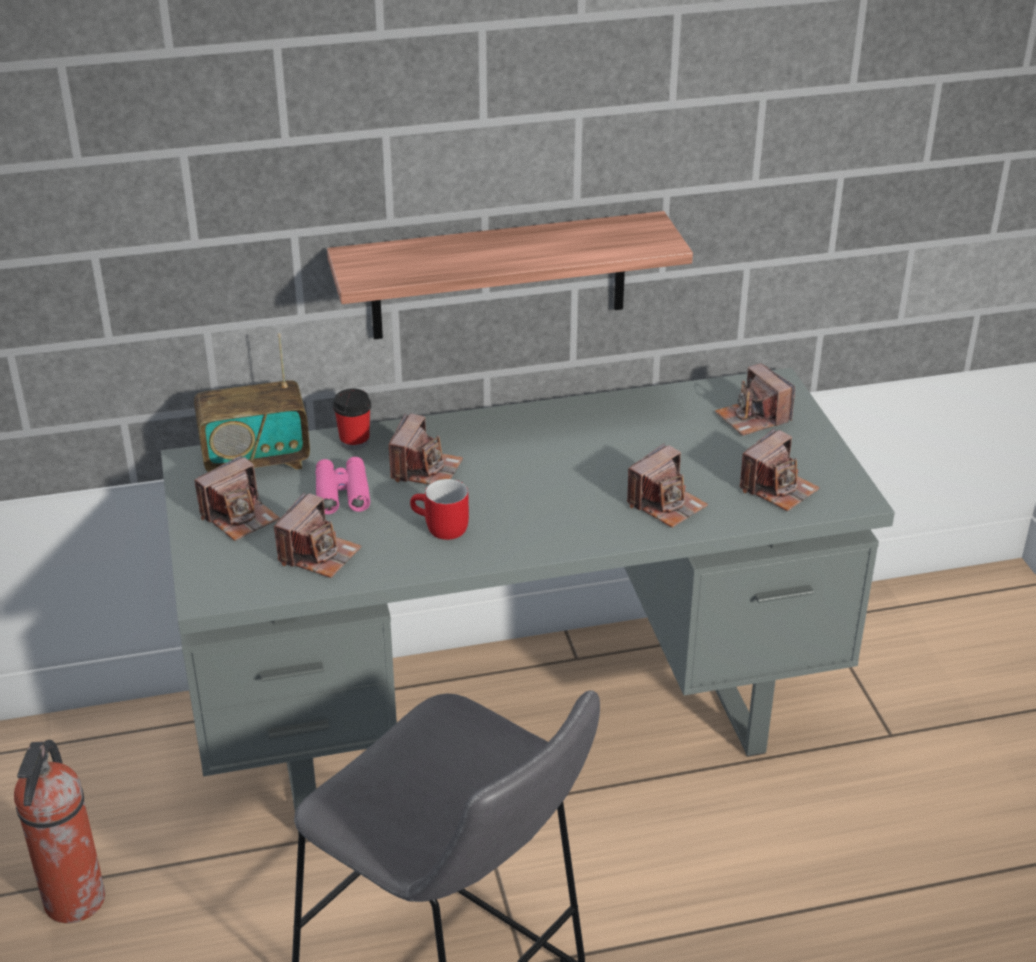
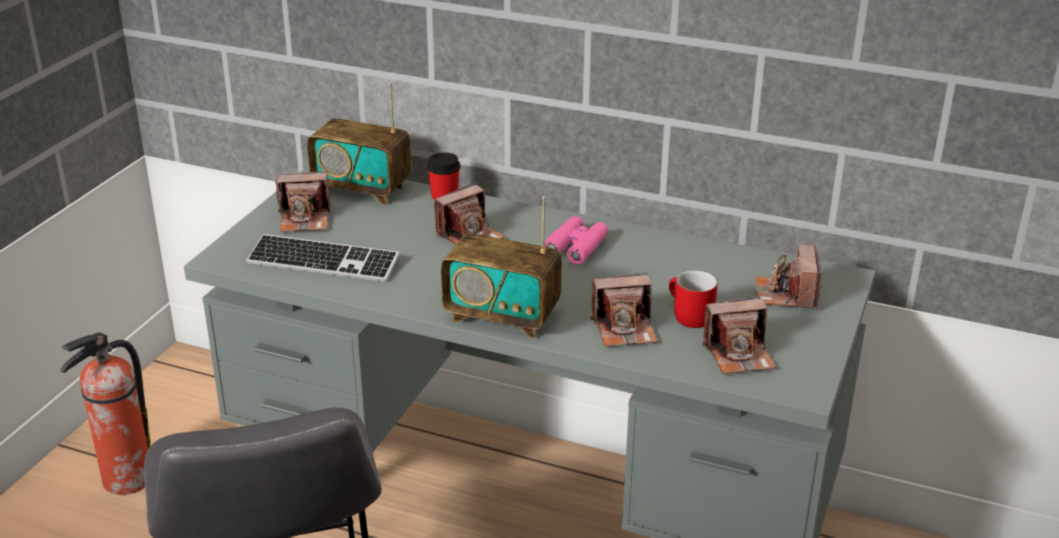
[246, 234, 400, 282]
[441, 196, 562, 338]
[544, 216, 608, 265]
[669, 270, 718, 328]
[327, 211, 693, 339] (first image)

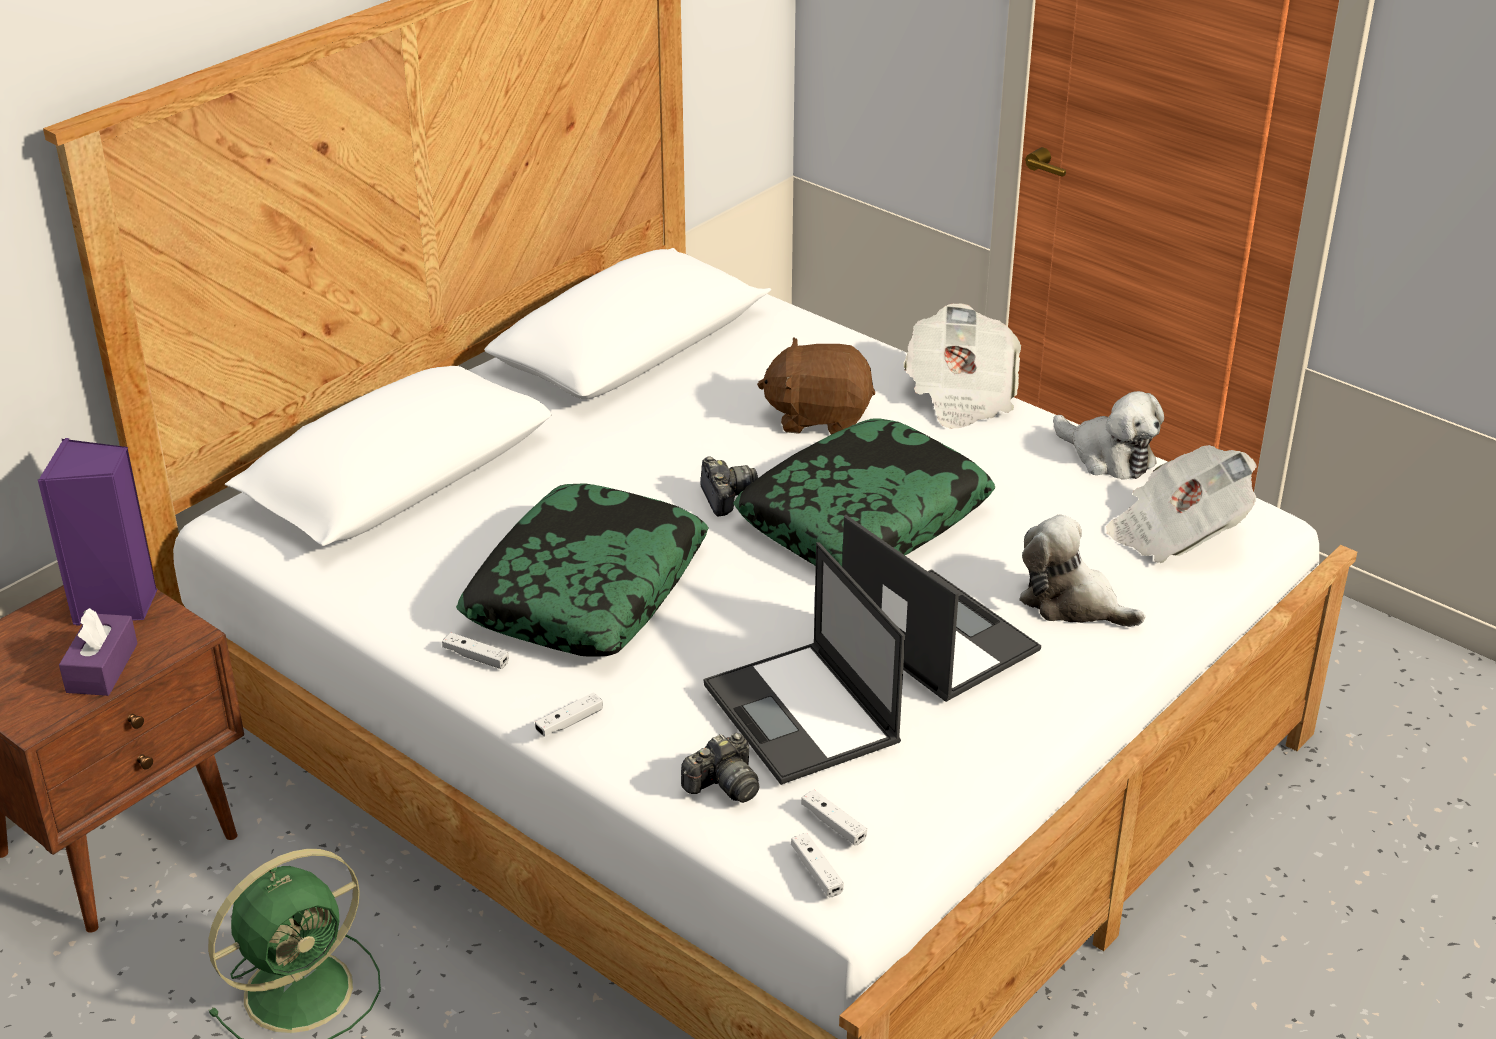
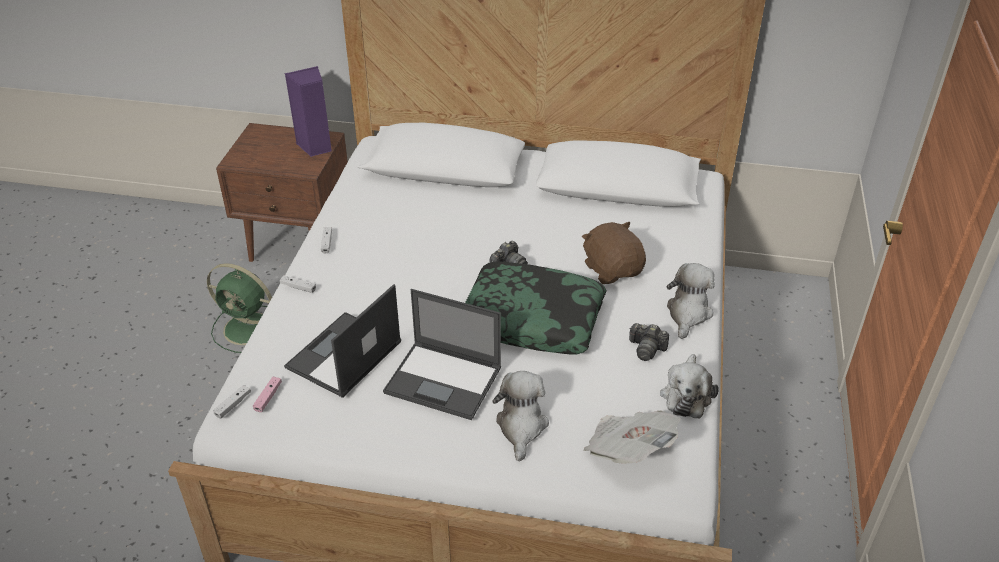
[253, 377, 282, 412]
[383, 289, 501, 420]
[629, 323, 669, 361]
[667, 263, 715, 339]
[59, 608, 138, 696] (first image)
[456, 483, 709, 657] (first image)

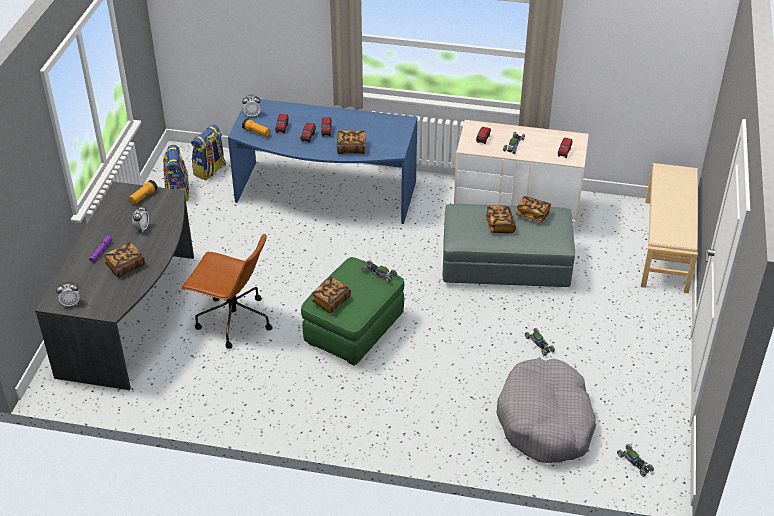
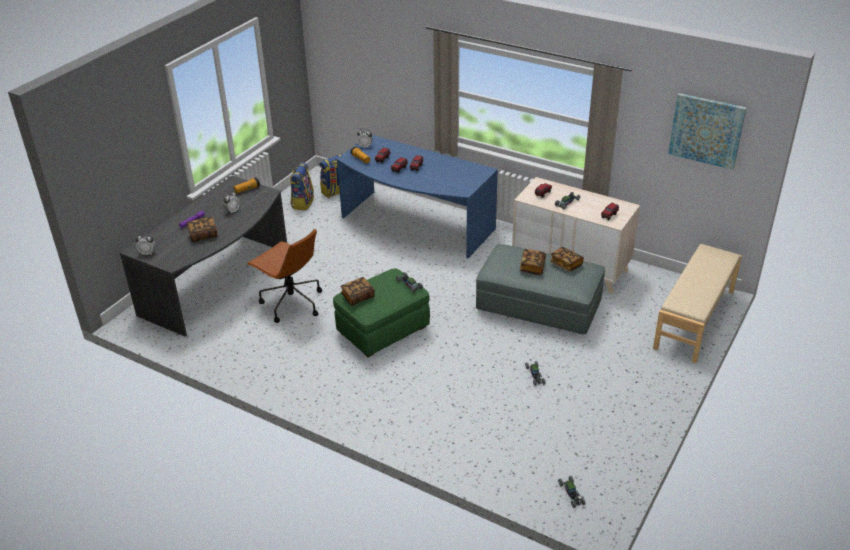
[668, 93, 746, 170]
[337, 130, 366, 154] (first image)
[497, 358, 596, 463] (first image)

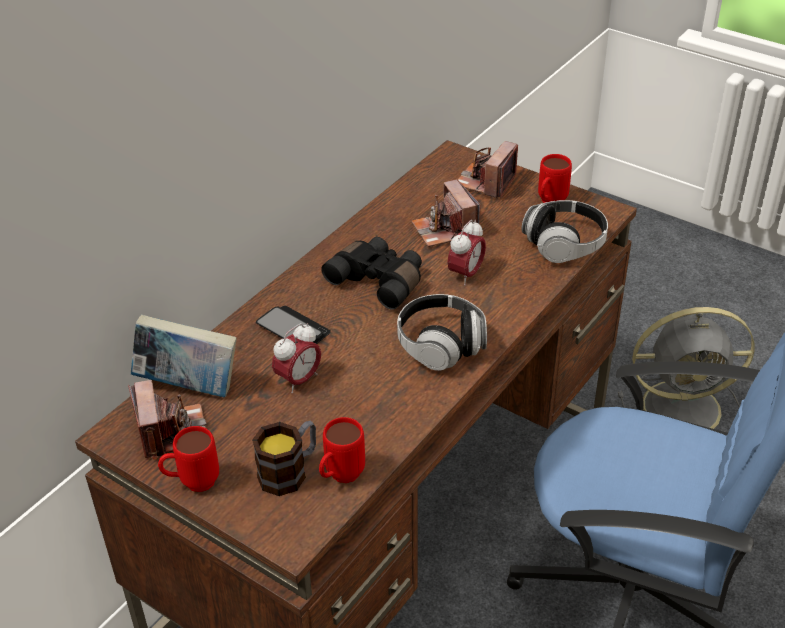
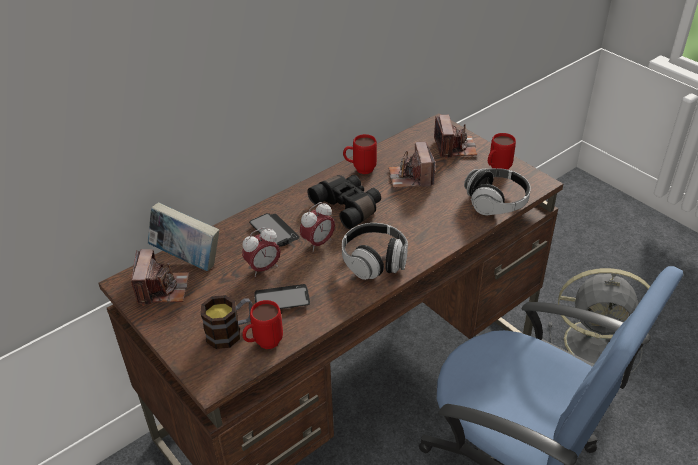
[254, 284, 310, 309]
[300, 202, 335, 252]
[343, 134, 377, 174]
[434, 115, 477, 159]

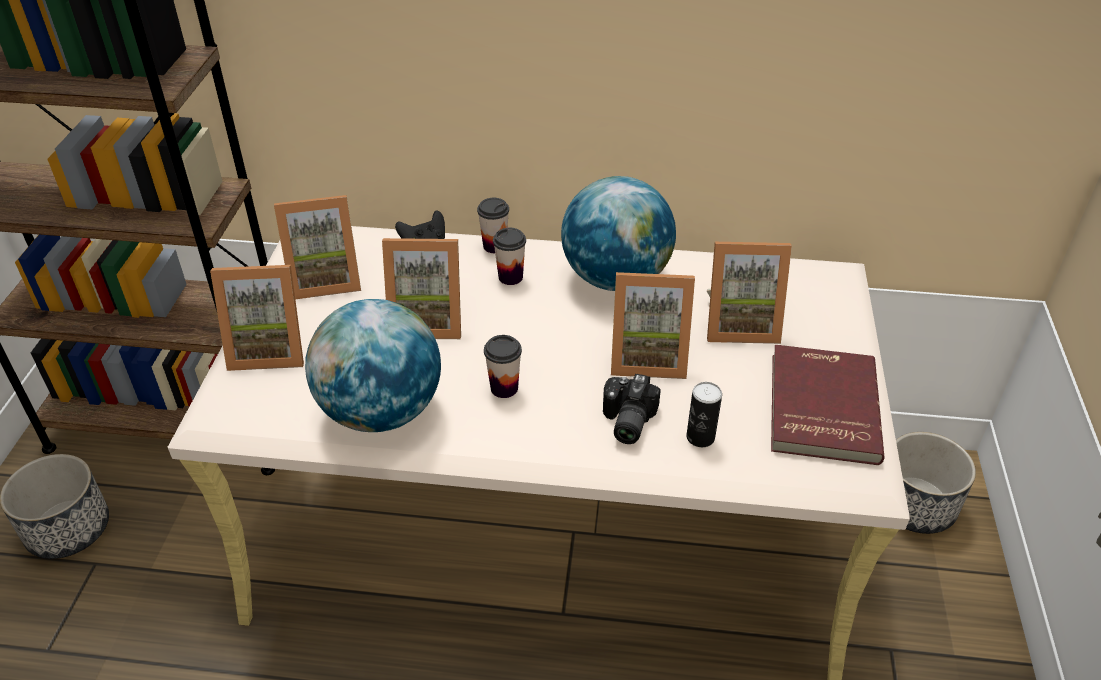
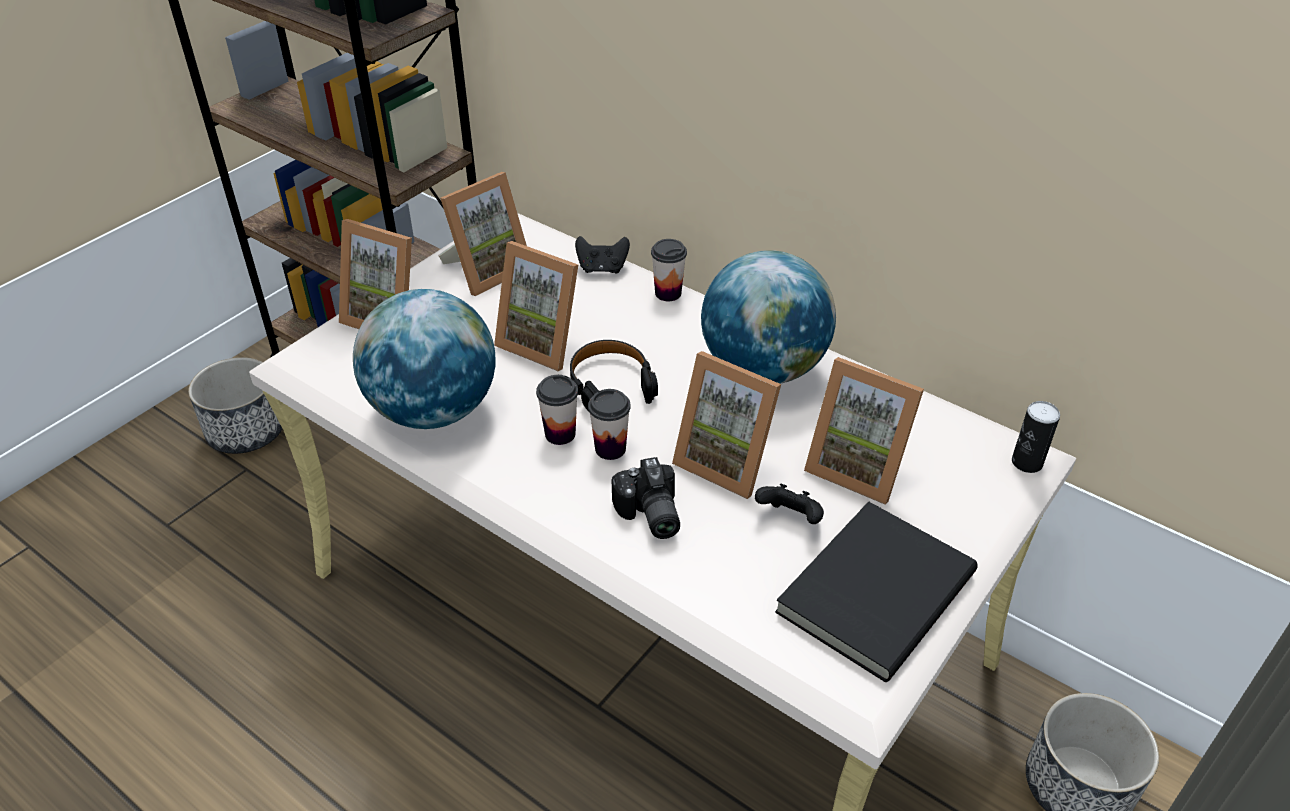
[438, 172, 527, 296]
[570, 340, 658, 412]
[588, 389, 631, 460]
[612, 457, 680, 539]
[755, 484, 824, 524]
[775, 501, 978, 682]
[1012, 401, 1060, 473]

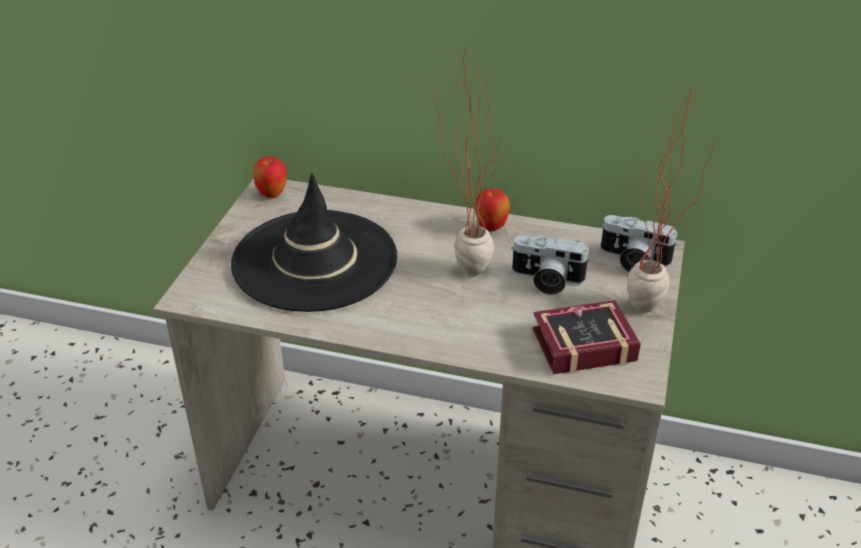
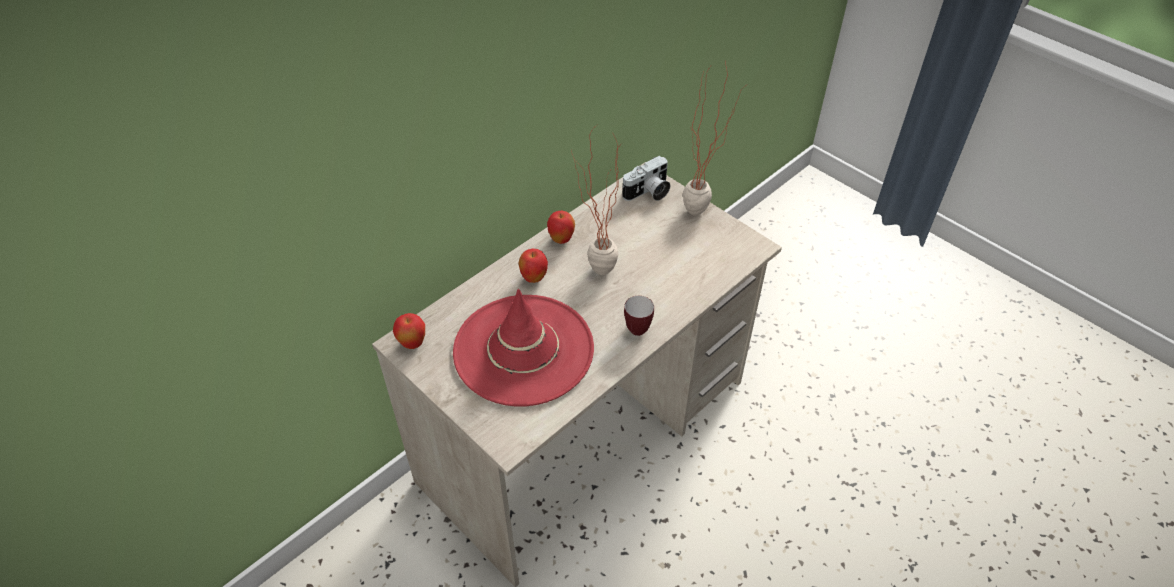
[453, 289, 594, 407]
[518, 248, 548, 283]
[624, 296, 654, 336]
[511, 235, 590, 295] (first image)
[532, 300, 641, 374] (first image)

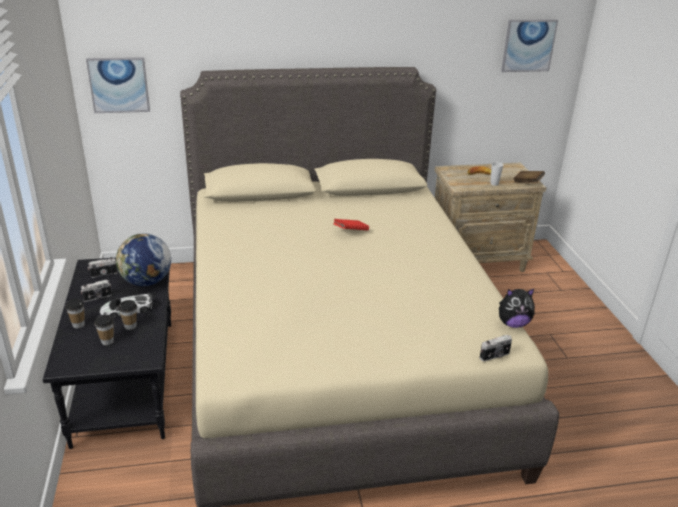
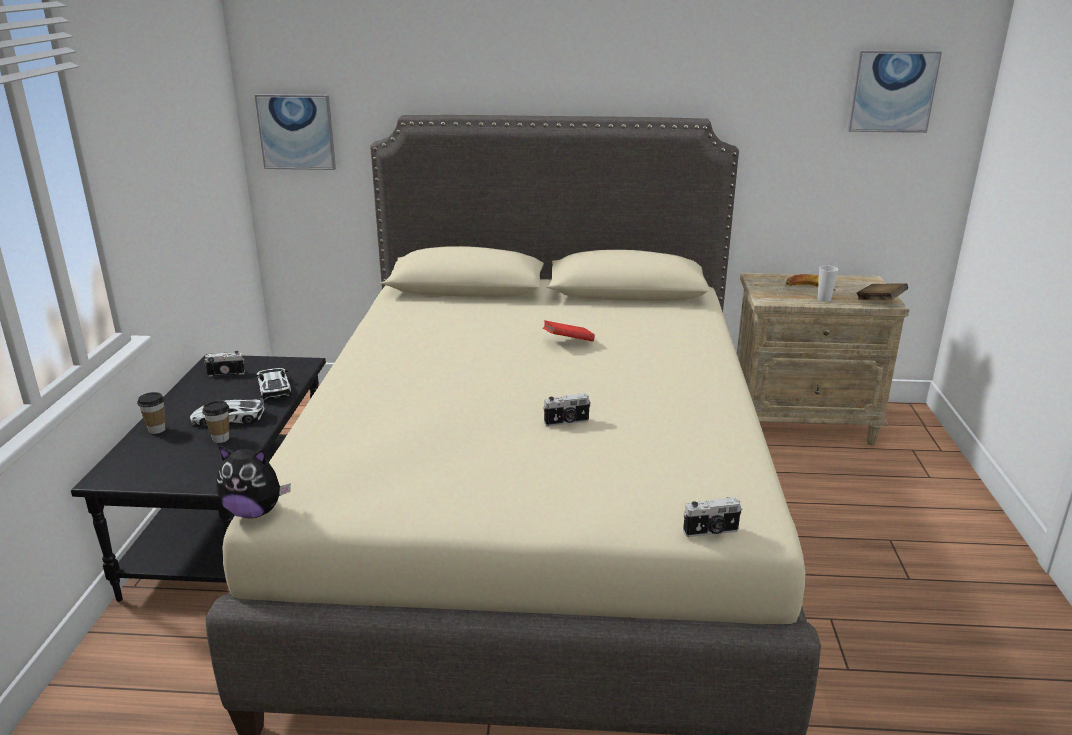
[217, 446, 291, 518]
[255, 368, 291, 400]
[543, 393, 591, 426]
[94, 315, 114, 345] (first image)

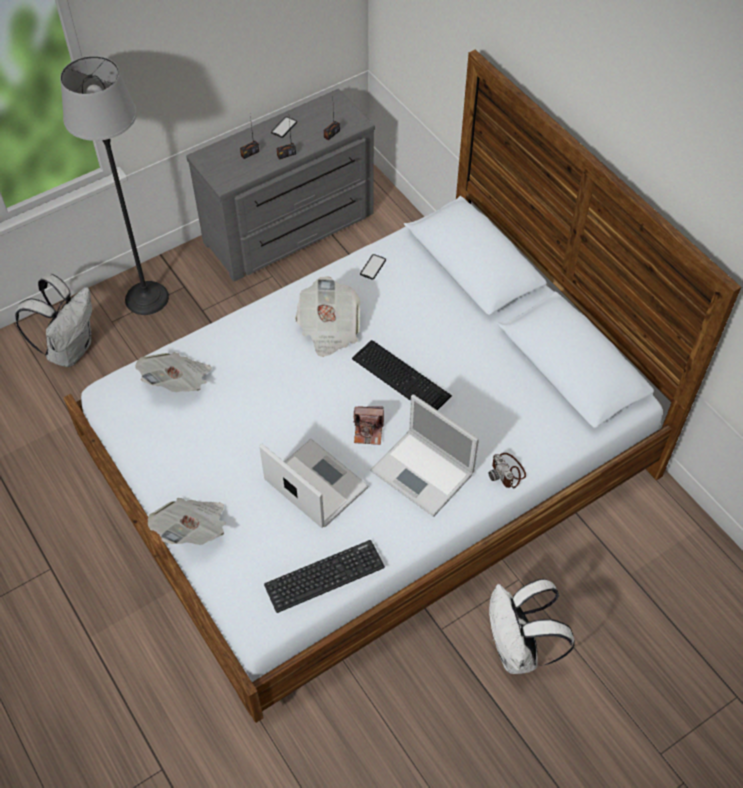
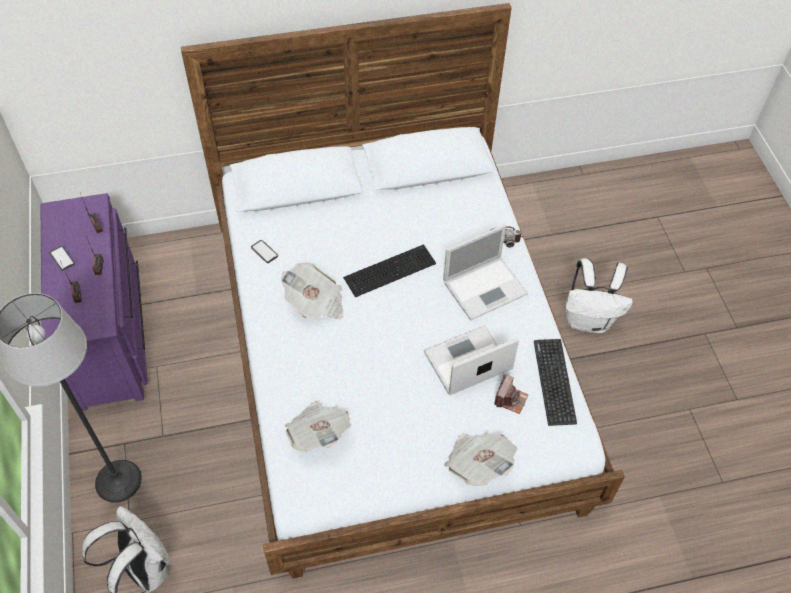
[41, 193, 148, 411]
[494, 374, 529, 414]

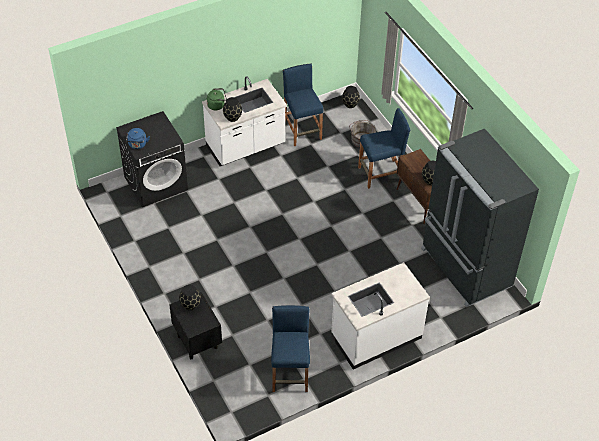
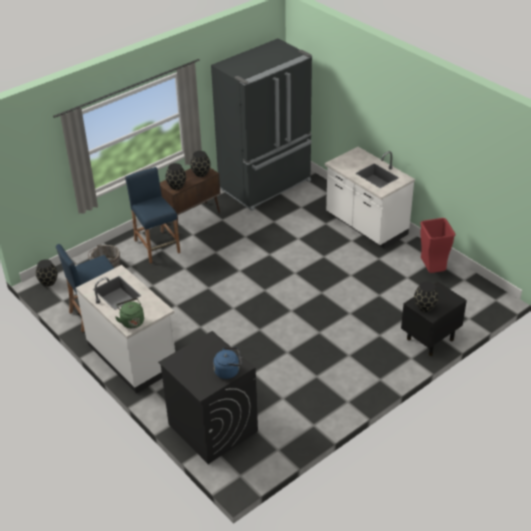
[166, 163, 186, 190]
[420, 218, 455, 273]

